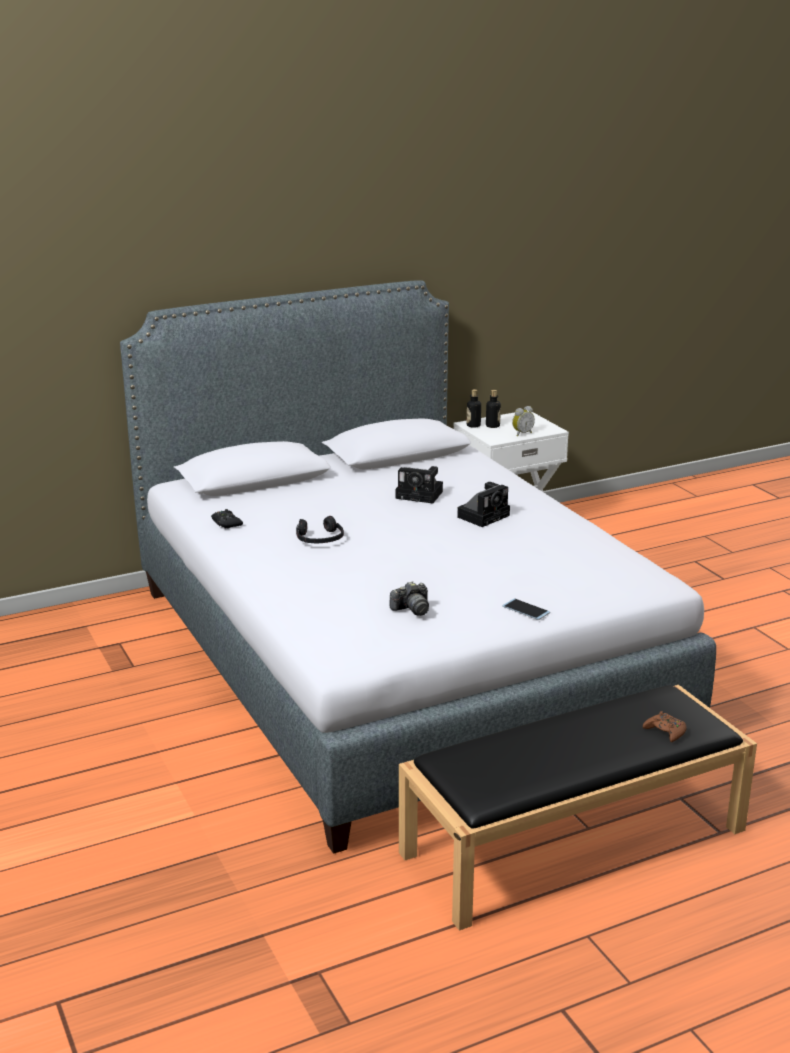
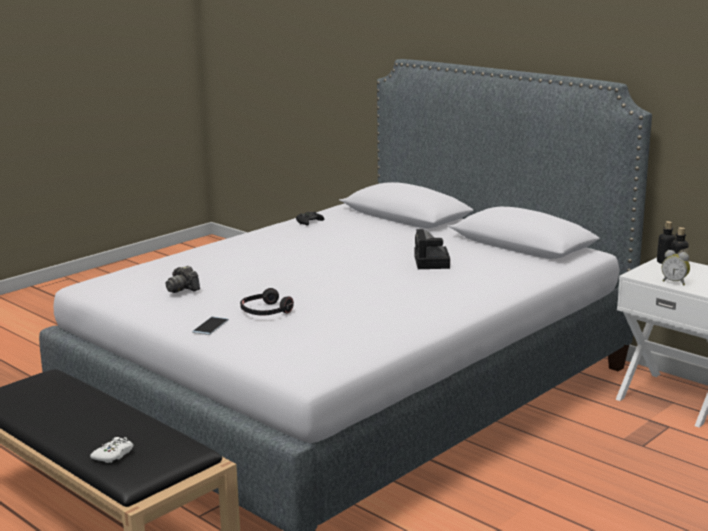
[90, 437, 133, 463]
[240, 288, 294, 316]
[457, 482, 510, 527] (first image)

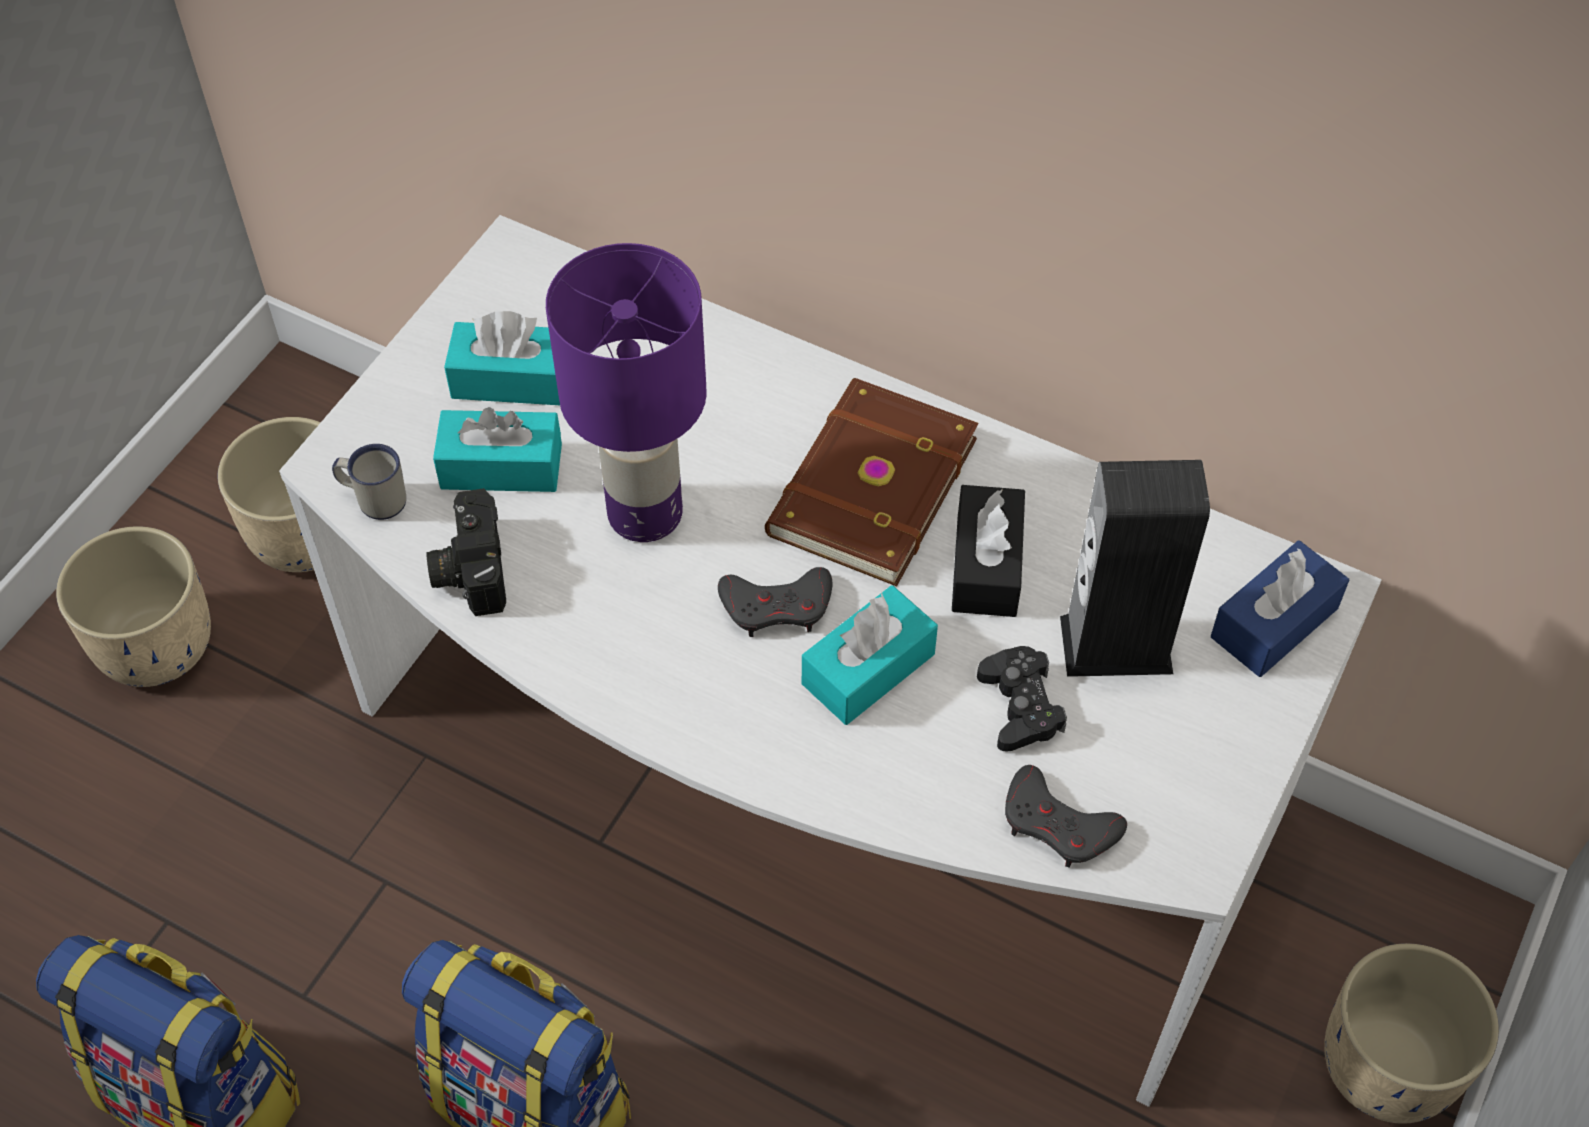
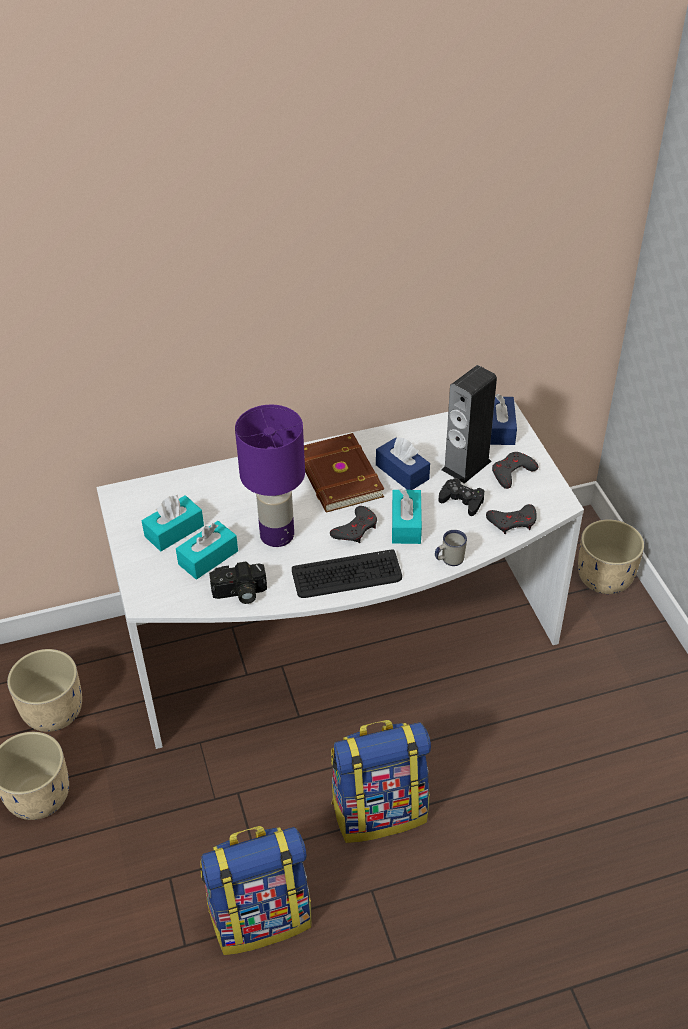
[209, 562, 267, 604]
[292, 549, 402, 598]
[376, 437, 430, 490]
[435, 530, 467, 566]
[492, 452, 538, 489]

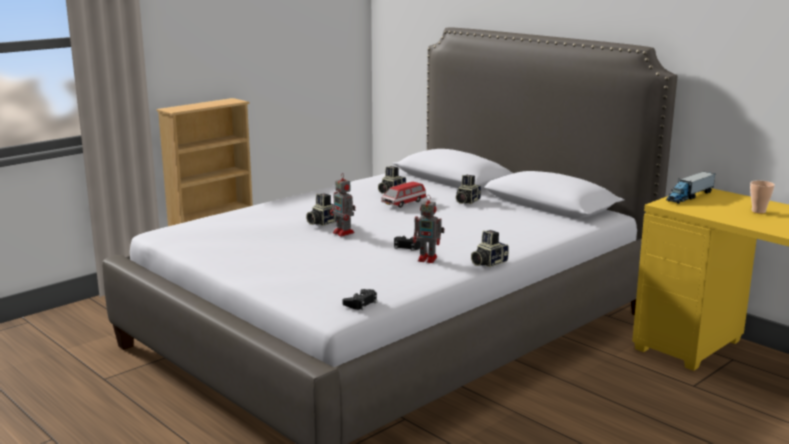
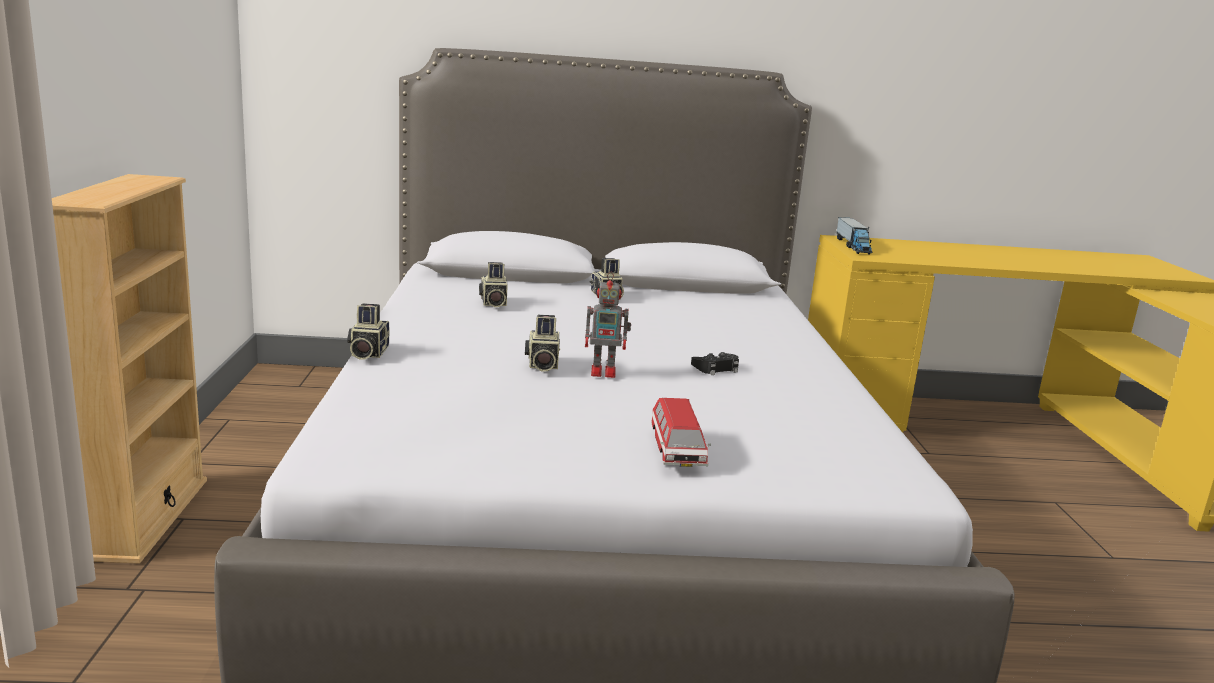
[347, 303, 389, 360]
[651, 398, 711, 467]
[343, 289, 377, 310] (first image)
[413, 195, 444, 263] (first image)
[750, 181, 775, 214] (first image)

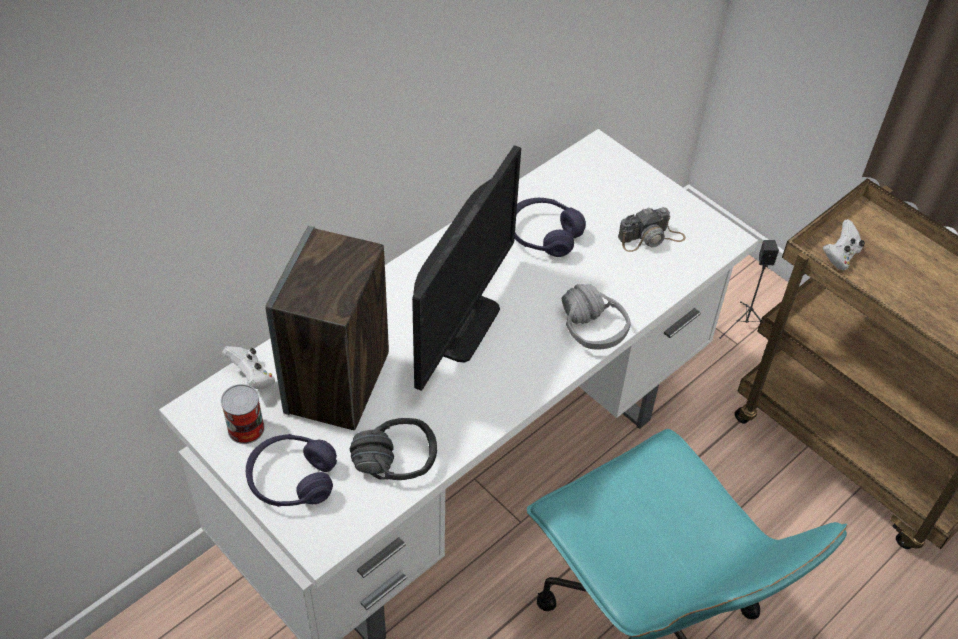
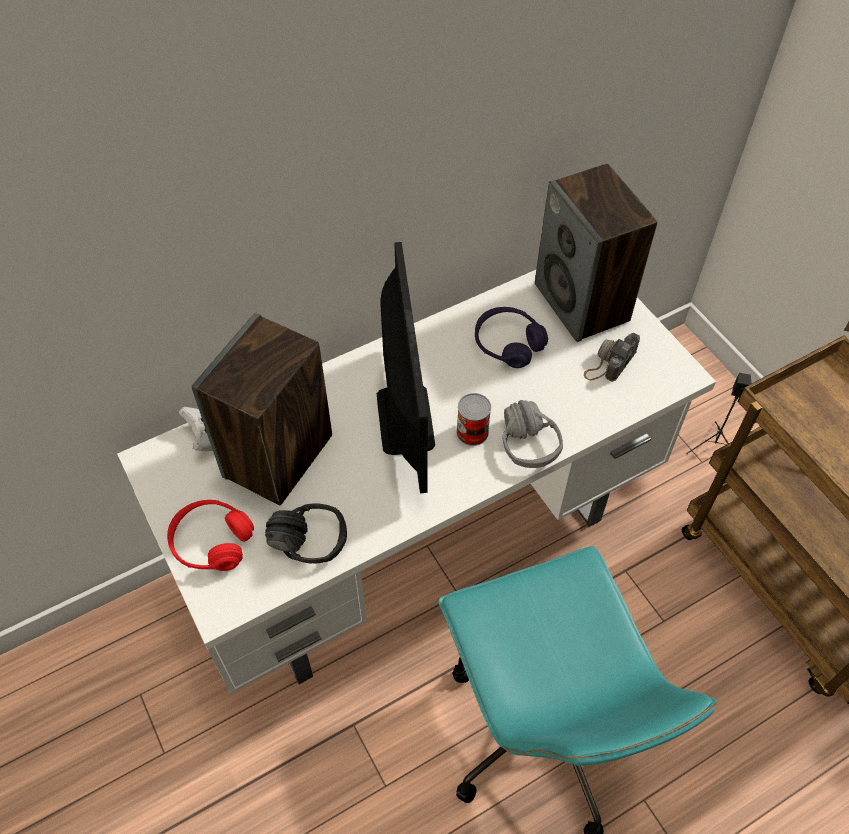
[167, 500, 254, 571]
[377, 242, 435, 493]
[457, 393, 491, 446]
[535, 164, 657, 342]
[584, 333, 640, 382]
[823, 219, 865, 270] (first image)

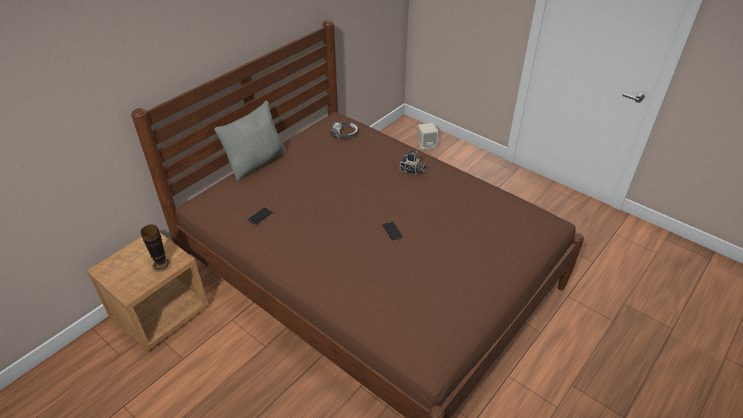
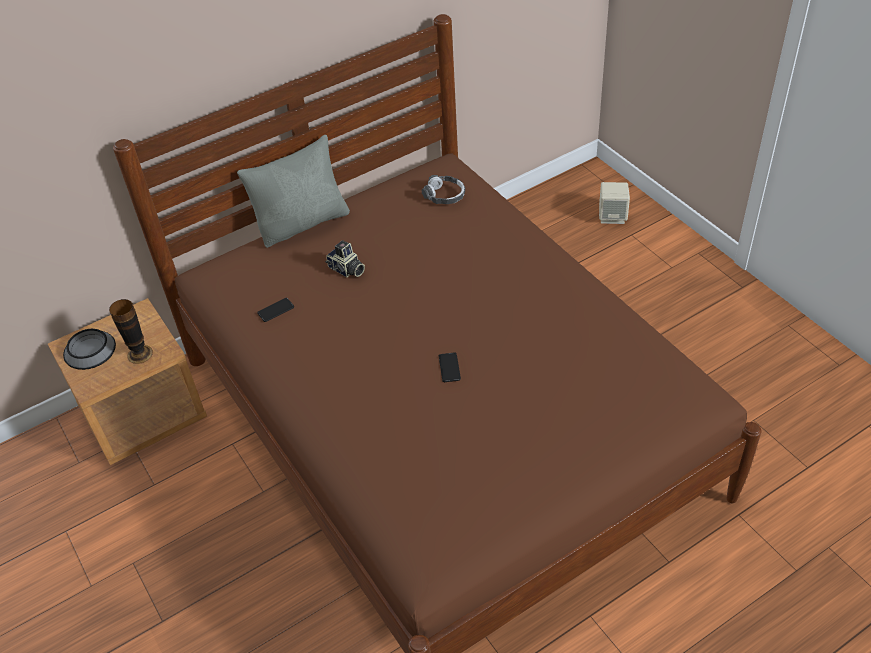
[63, 329, 116, 370]
[325, 240, 365, 277]

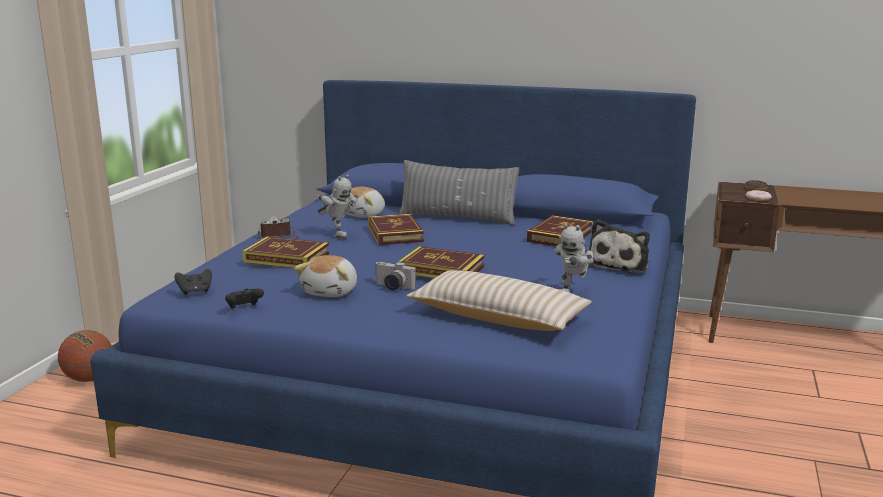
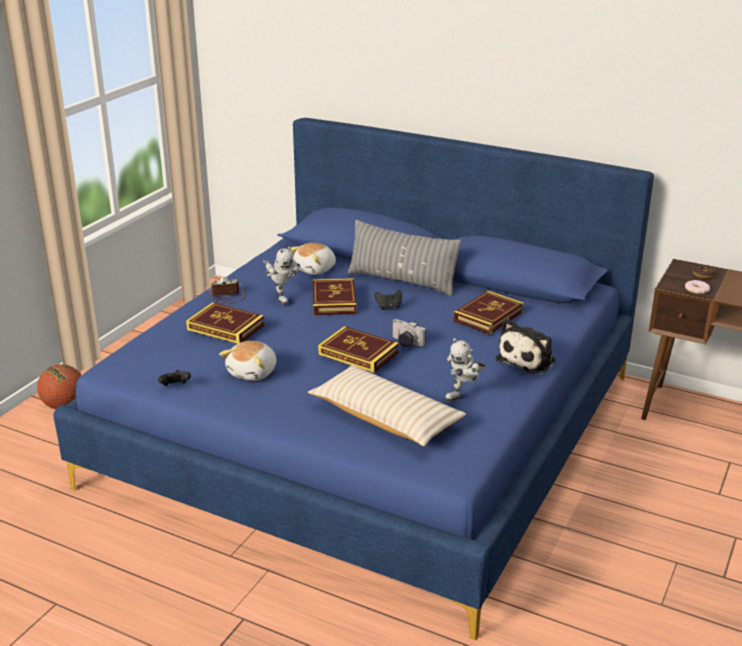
[374, 290, 402, 310]
[392, 319, 426, 347]

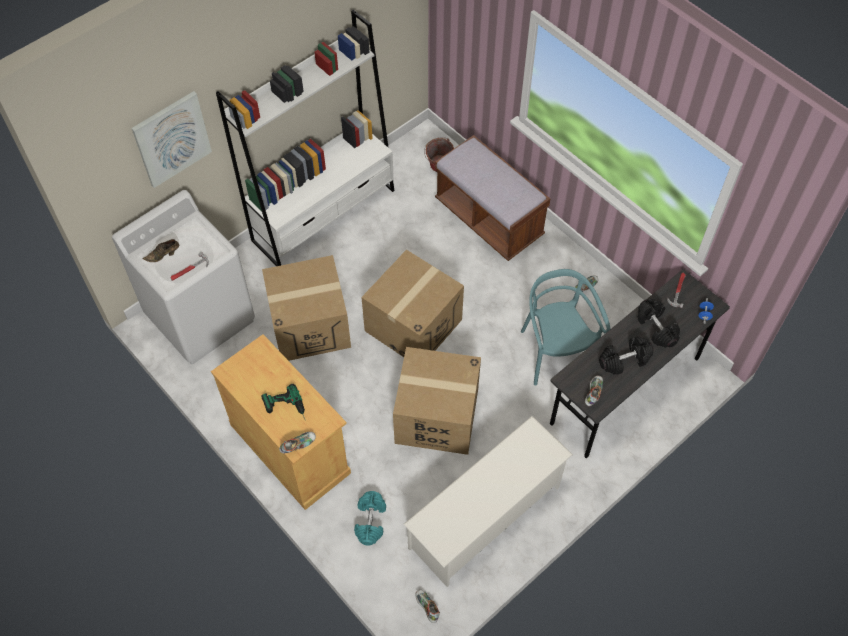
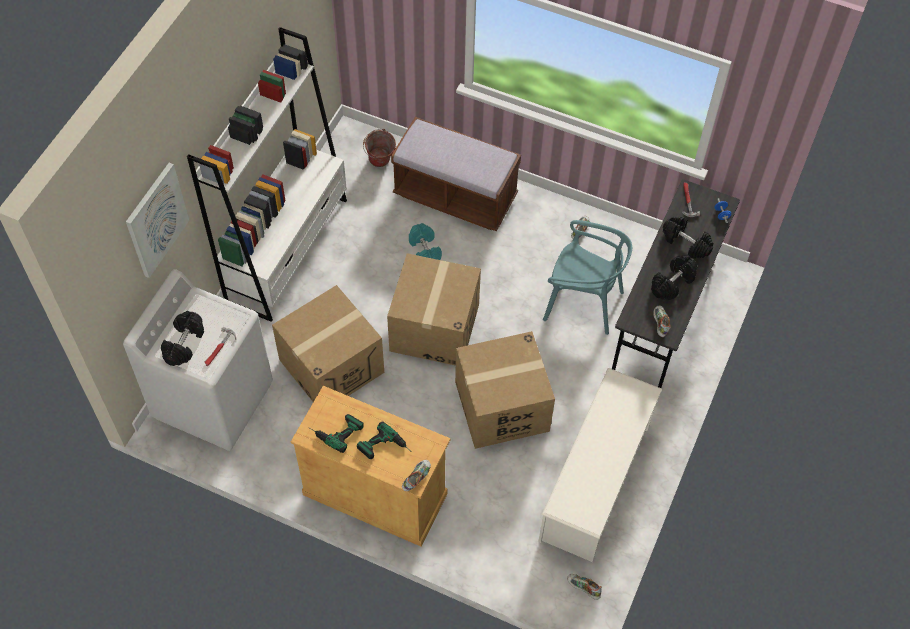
[161, 311, 204, 366]
[310, 414, 364, 453]
[409, 223, 442, 260]
[543, 220, 632, 335]

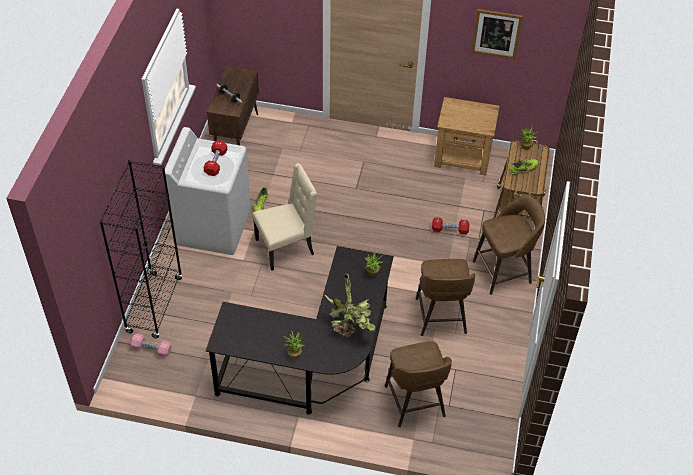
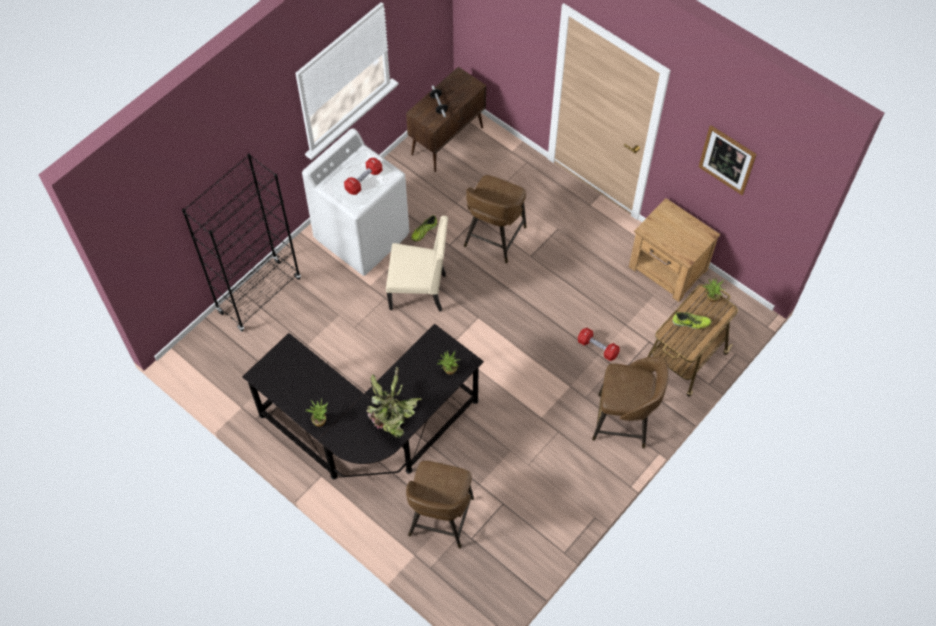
[464, 175, 527, 263]
[130, 333, 172, 358] (first image)

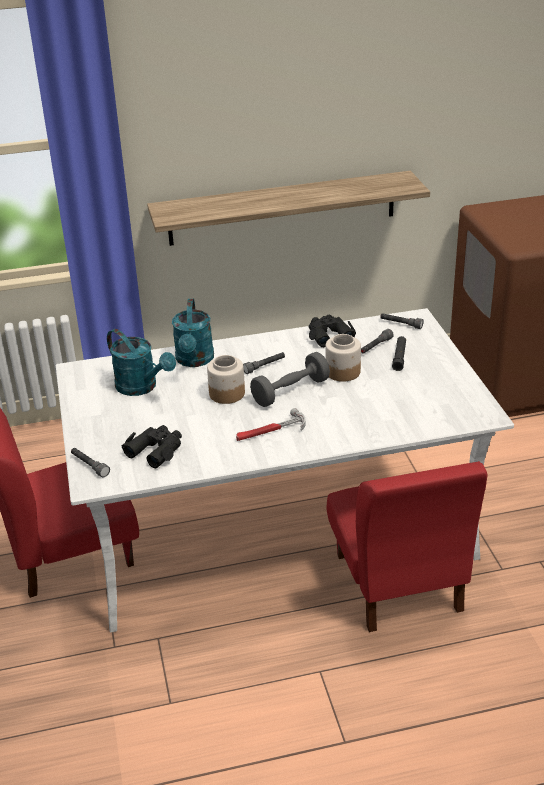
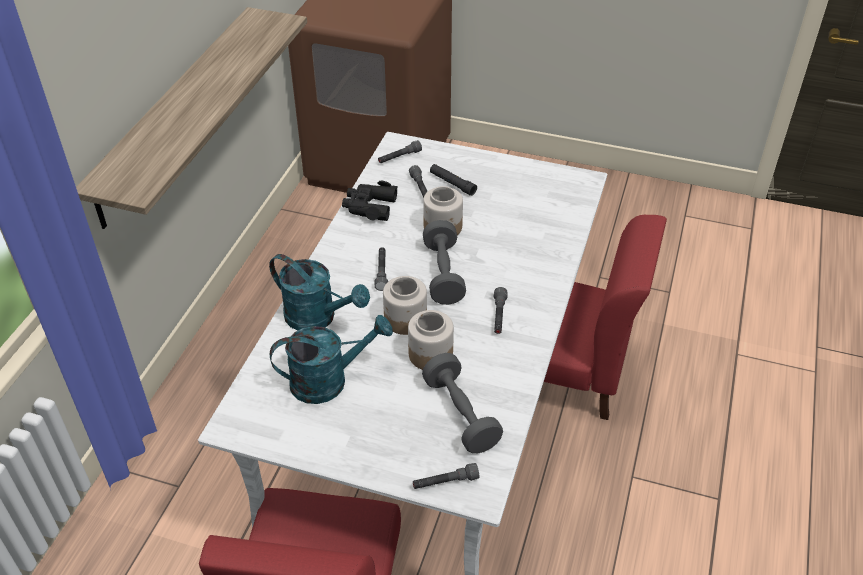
[408, 310, 454, 370]
[422, 353, 503, 453]
[494, 287, 507, 334]

